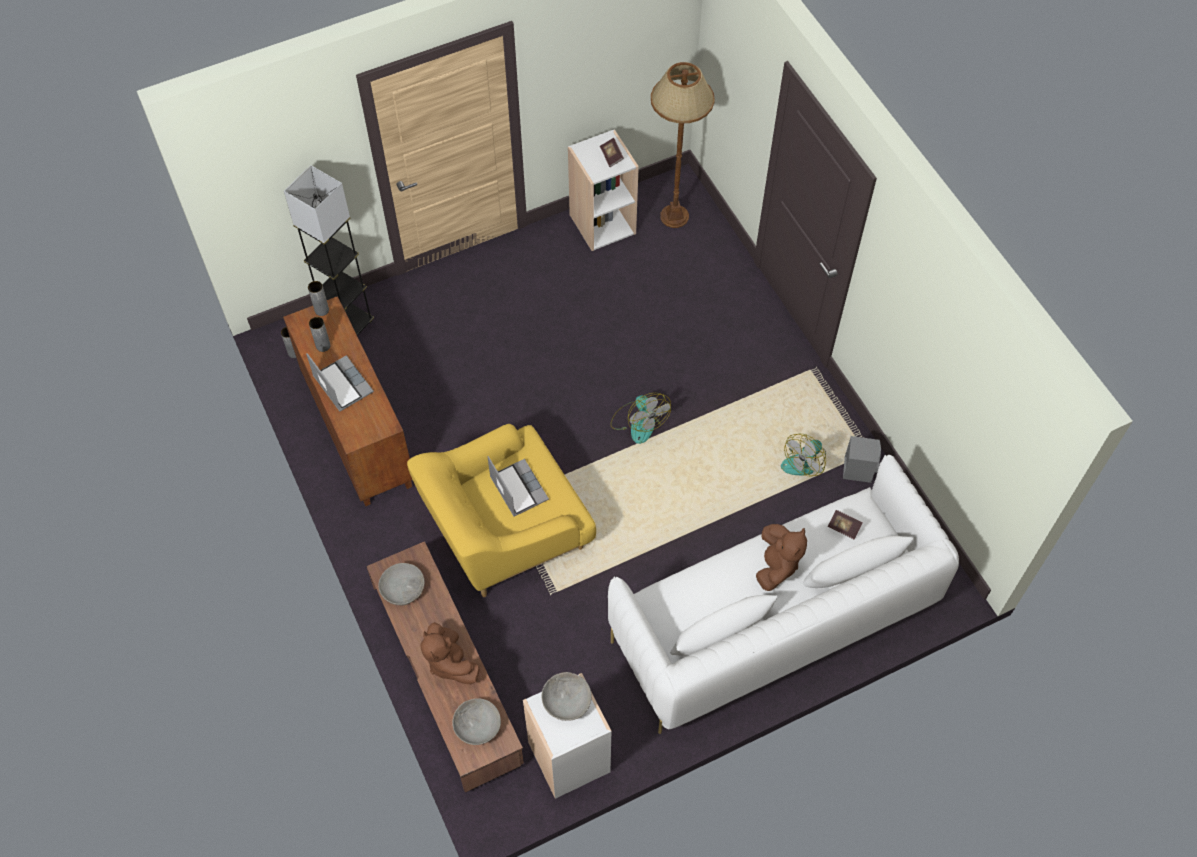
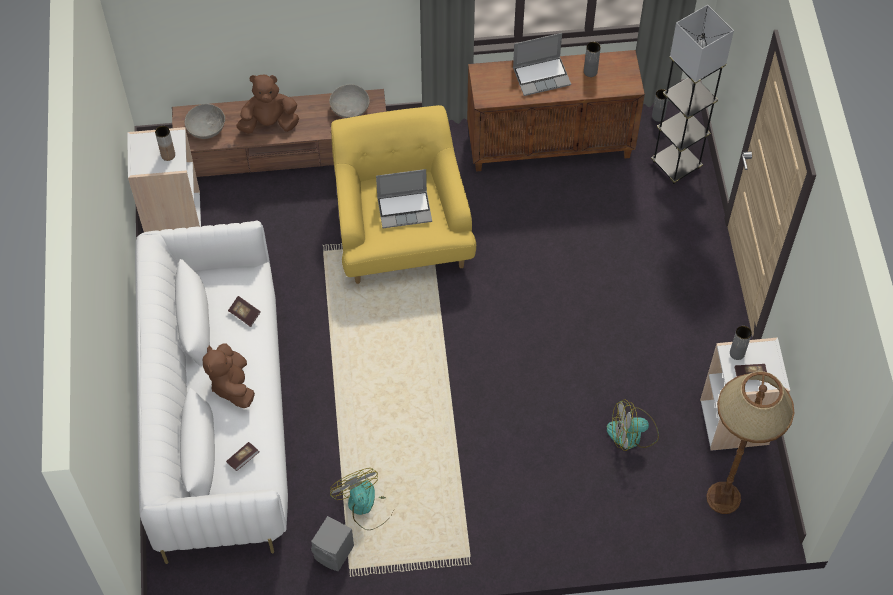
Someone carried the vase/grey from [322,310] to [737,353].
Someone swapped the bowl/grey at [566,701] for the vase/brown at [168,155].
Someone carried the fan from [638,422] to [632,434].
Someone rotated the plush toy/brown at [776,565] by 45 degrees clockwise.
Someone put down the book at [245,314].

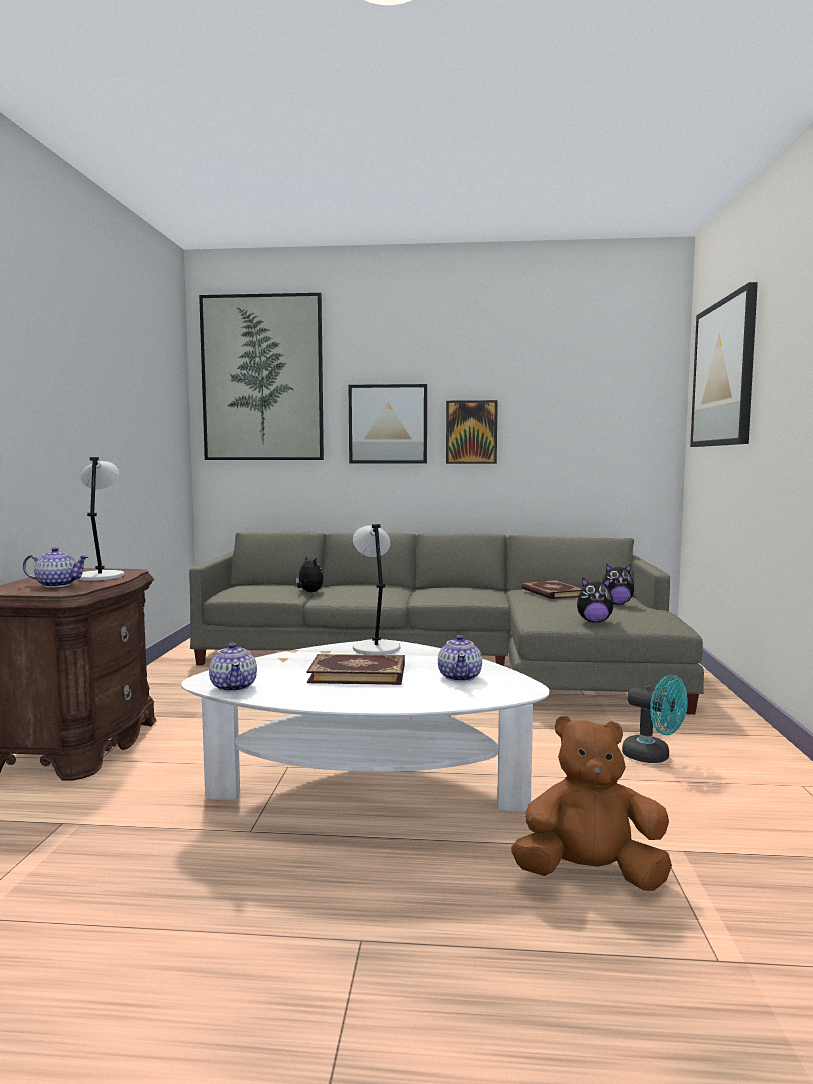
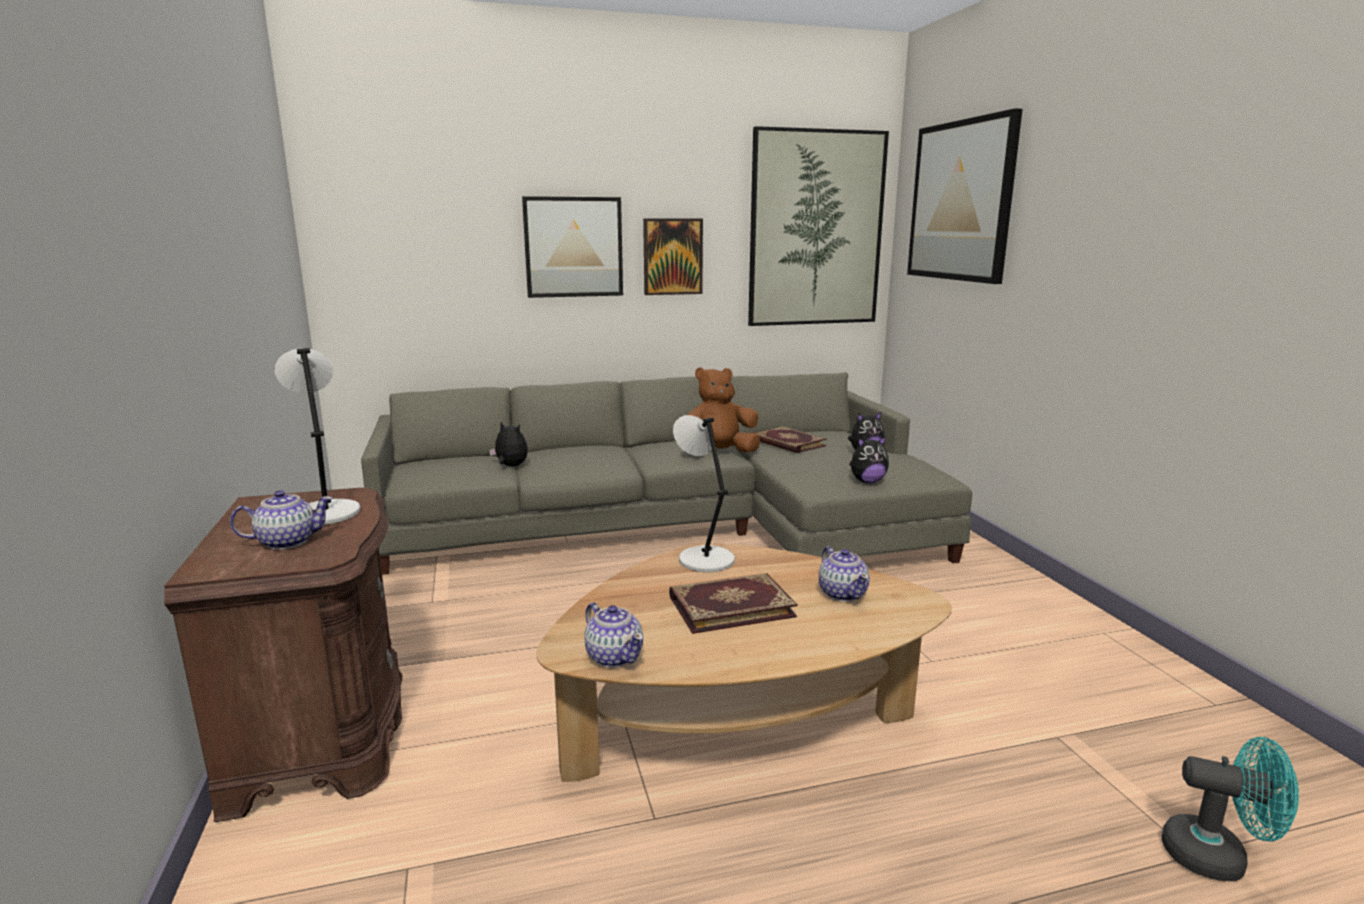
Someone repainted the coffee table/white at [368,792], which became the coffee table/brown at [738,729].
Someone carried the picture from [262,378] to [816,229].
Someone carried the plush toy/brown from [590,875] to [718,453].
Someone carried the fan/turquoise from [653,757] to [1217,857].

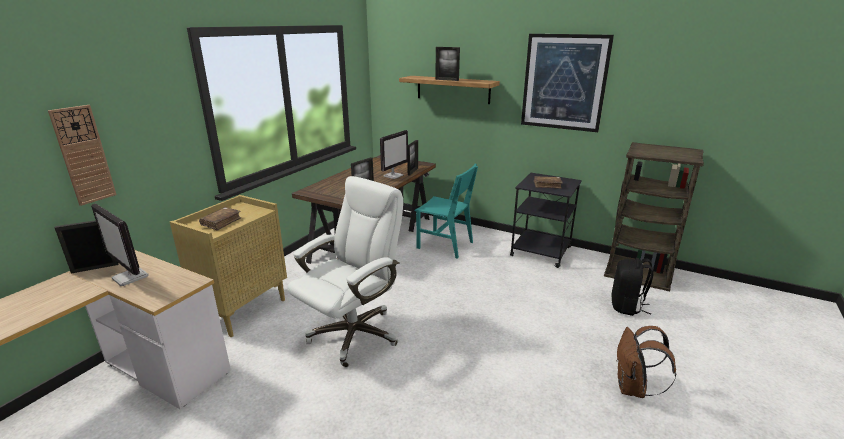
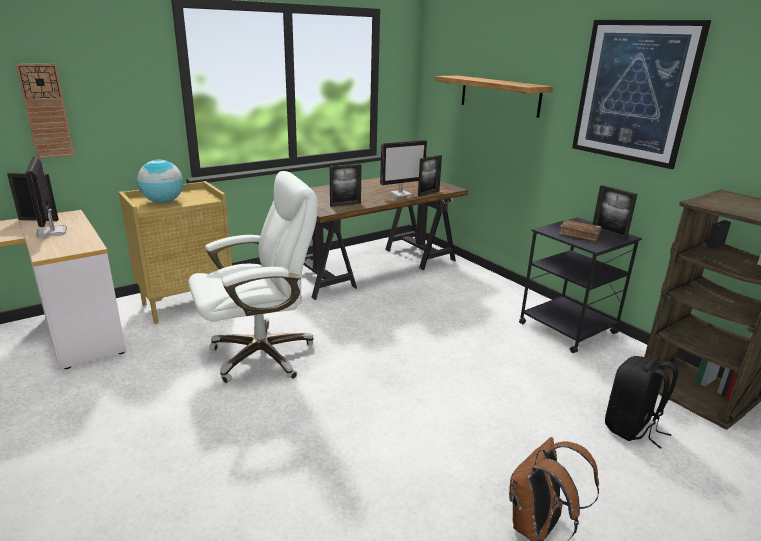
Someone swapped the book/brown at [221,222] for the globe at [163,202].
Someone took away the chair/turquoise at [445,245].
Someone carried the picture frame from [447,80] to [608,234].

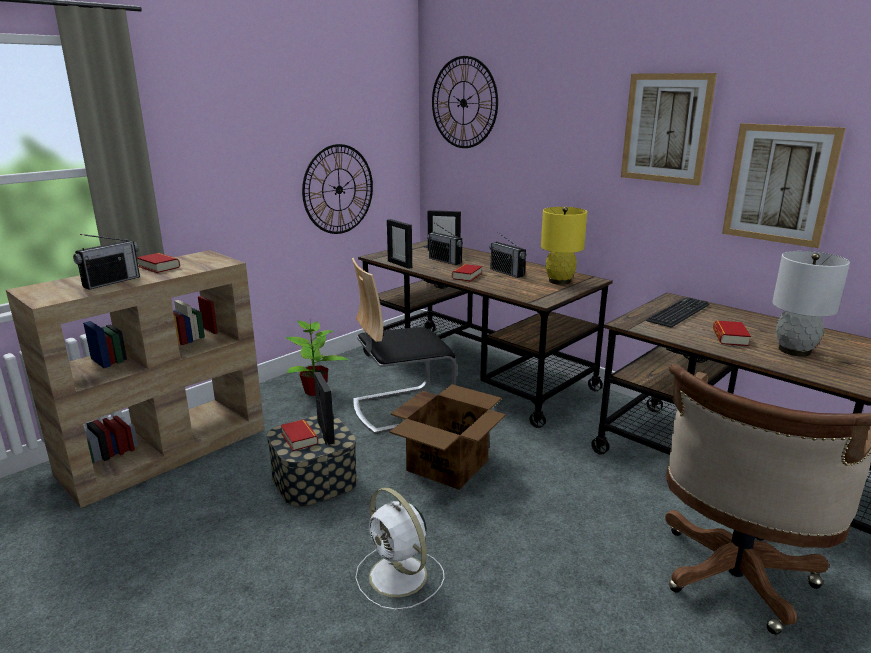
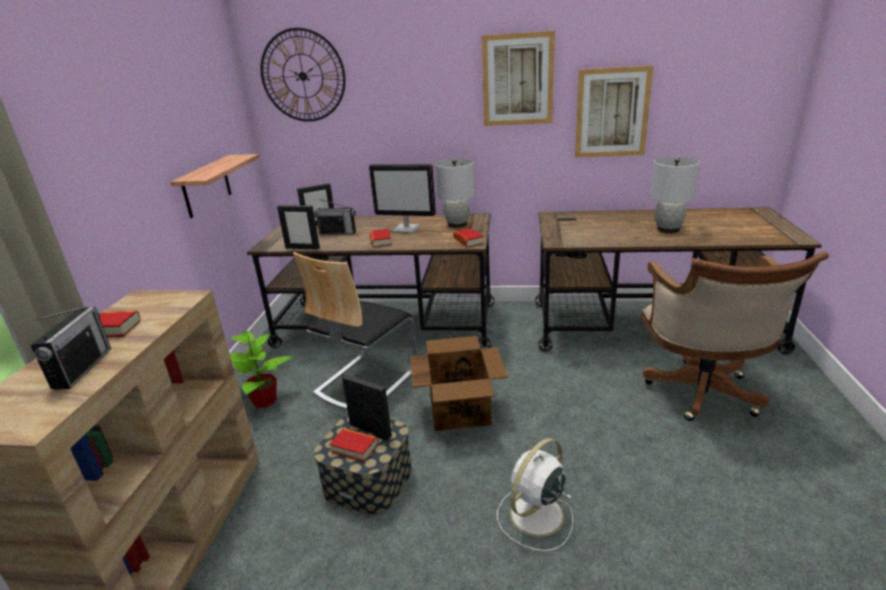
Someone swapped the wall clock at [338,189] for the shelf at [206,186].
Someone rotated the fan/white at [400,577] by 120 degrees clockwise.
Someone swapped the radio at [507,272] for the monitor at [407,229].
Someone repainted the table lamp/yellow at [559,281], which became the table lamp/white at [457,224].
Someone took away the keyboard at [678,313].
Someone carried the book from [730,337] to [468,241].

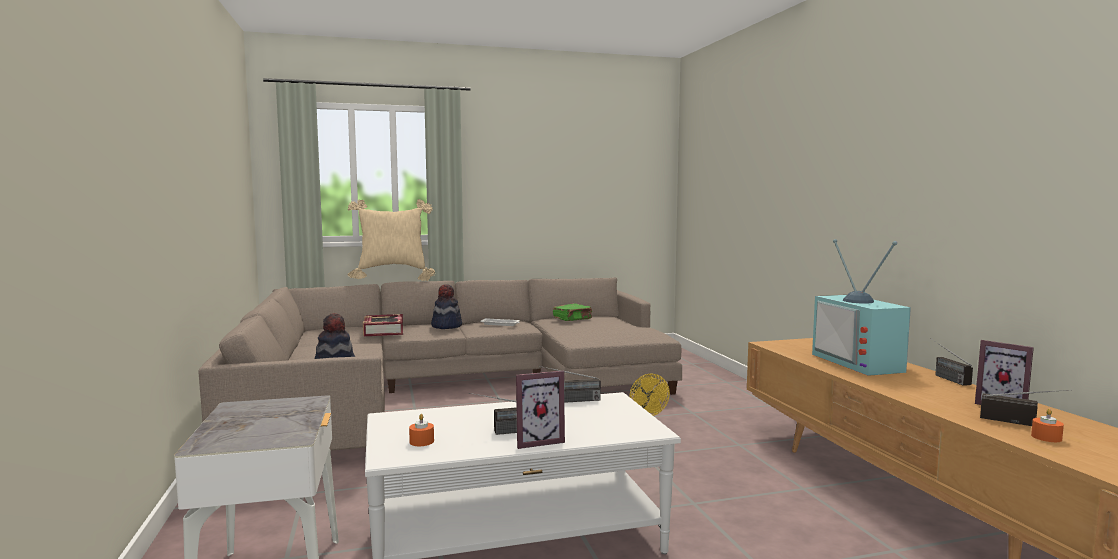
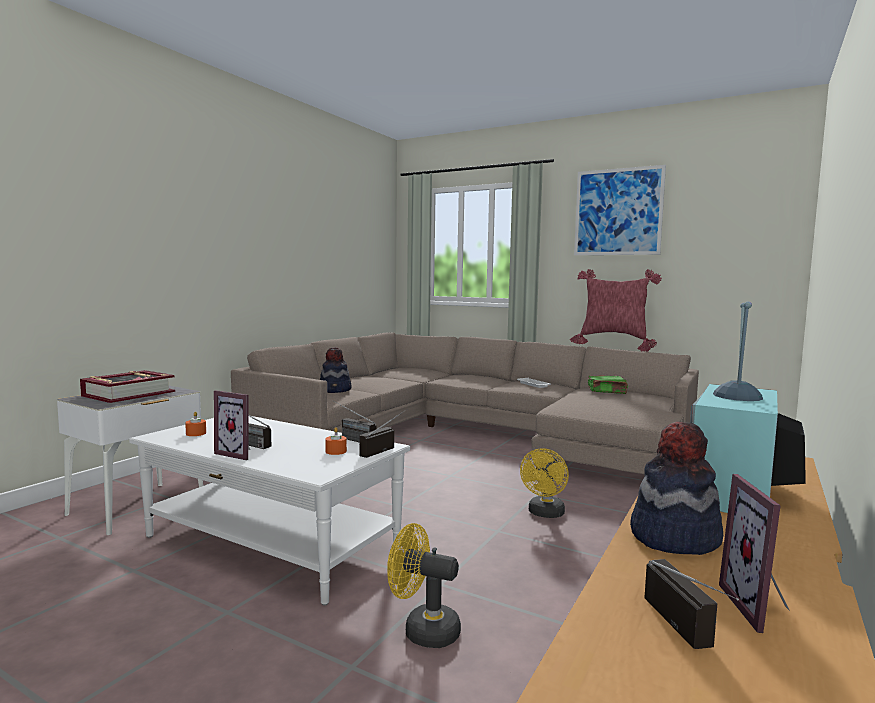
Someone took away the pillow/beige at [392,280].
Someone carried the book from [383,331] to [128,394].
Someone carried the hat from [446,326] to [673,536].
Someone carried the radio from [944,377] to [383,449].
Someone carried the candle/orange from [1046,437] to [336,451].
Someone put down the fan/yellow at [423,630].
Someone put down the pillow/red at [613,348].
Someone put up the picture at [618,212].

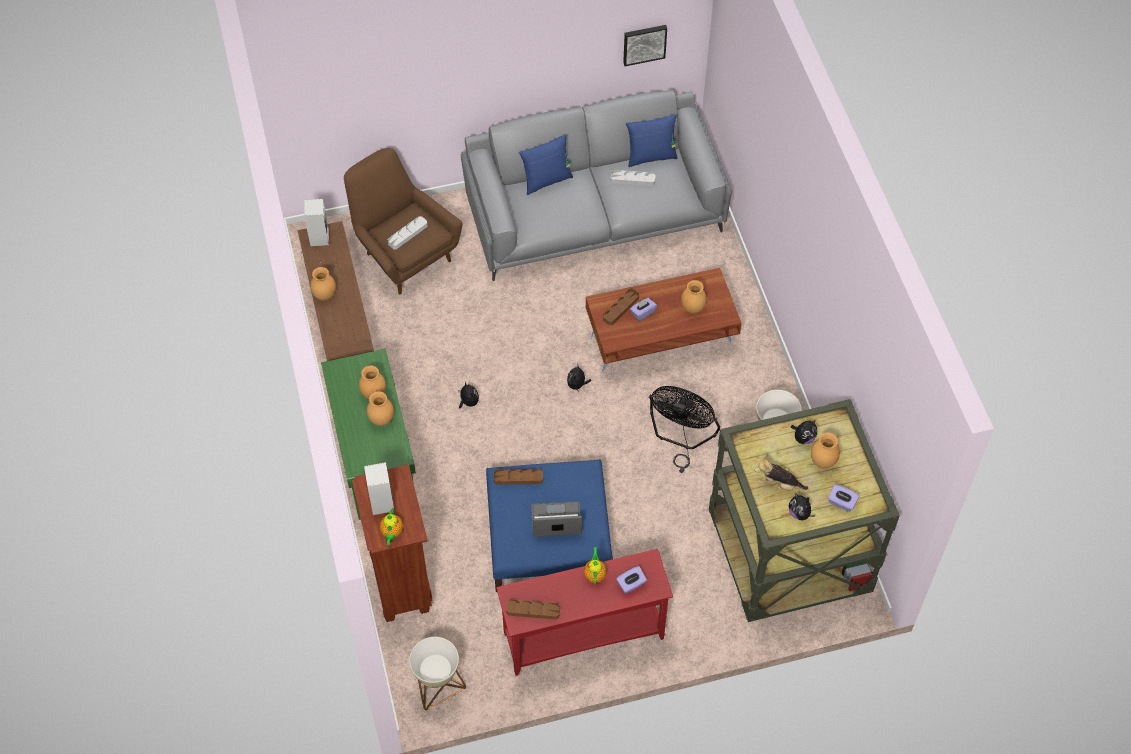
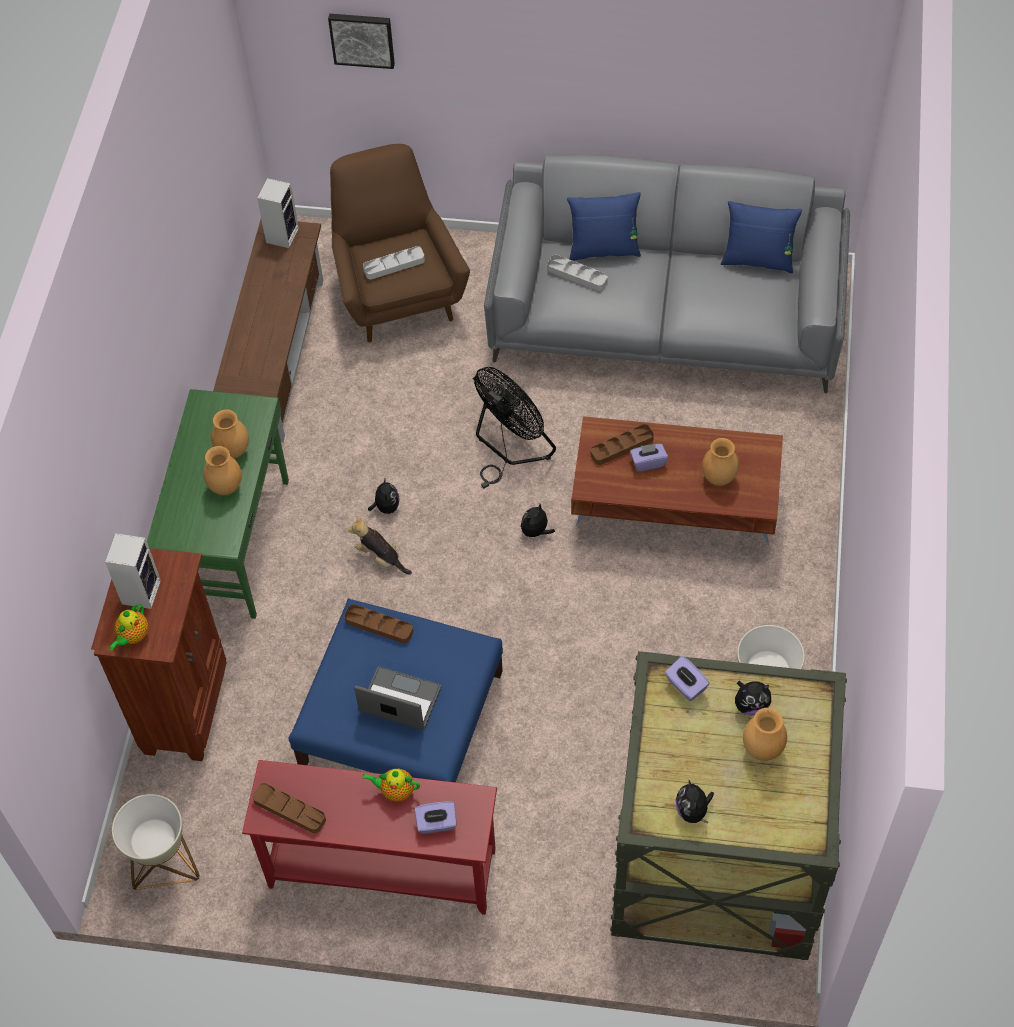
Someone took away the vase/brown at [324,296].
Someone rotated the teapot at [595,574] by 105 degrees counterclockwise.
Someone carried the tray/grey from [632,179] to [577,275].
Someone carried the picture from [644,43] to [362,39].
Someone carried the fan/black from [680,436] to [505,445].
Someone carried the plush toy from [778,484] to [381,558].
Someone carried the tissue box/purple from [841,503] to [685,686].

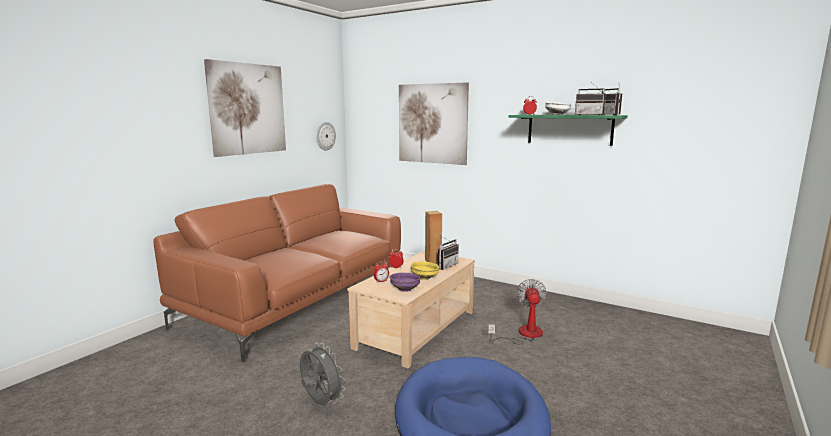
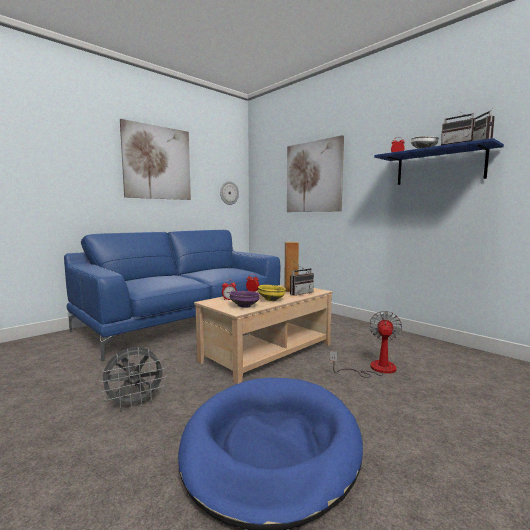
Someone repainted the sofa/brown at [300,299], which became the sofa/blue at [185,320].
Someone rotated the fan/grey at [320,403] by 90 degrees clockwise.
Someone repainted the shelf/green at [569,129], which became the shelf/blue at [439,167].

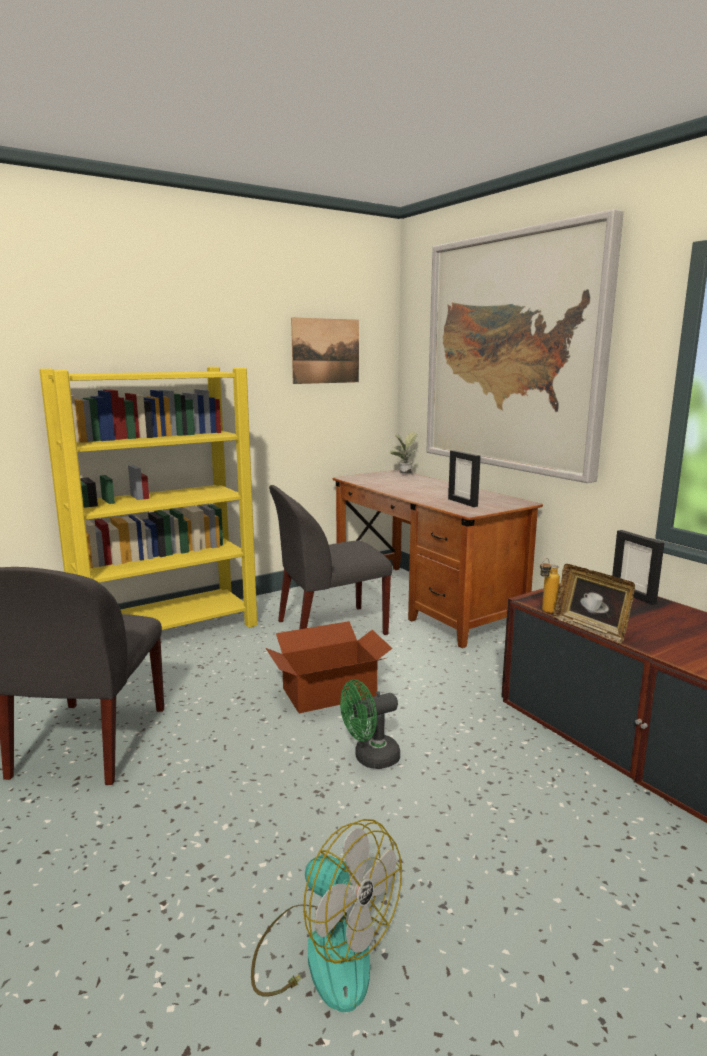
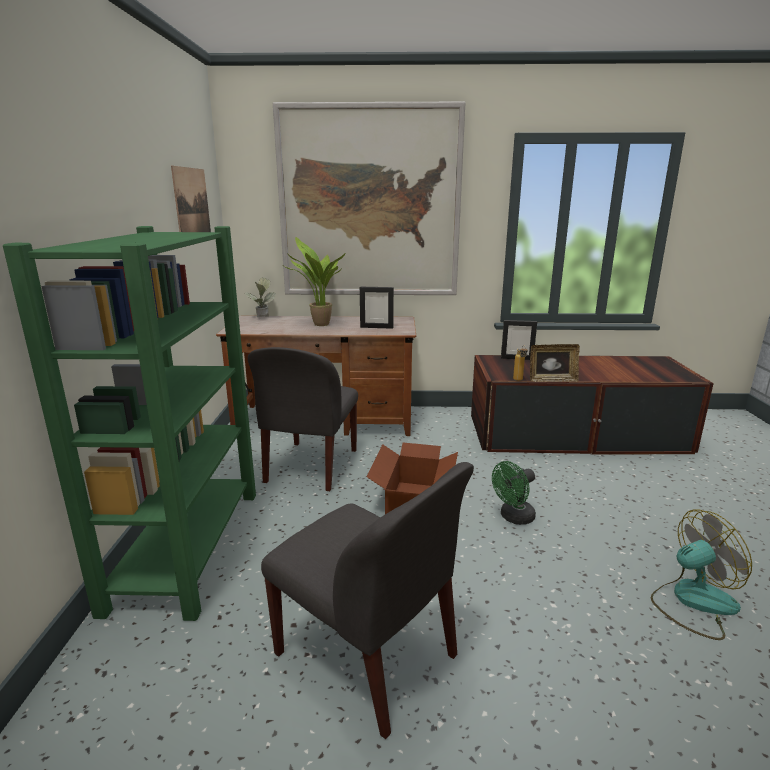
Someone repainted the bookcase/yellow at [167,631], which became the bookcase/green at [187,546].
Someone rotated the fan/green at [370,758] by 45 degrees clockwise.
Someone put down the potted plant at [319,325].

